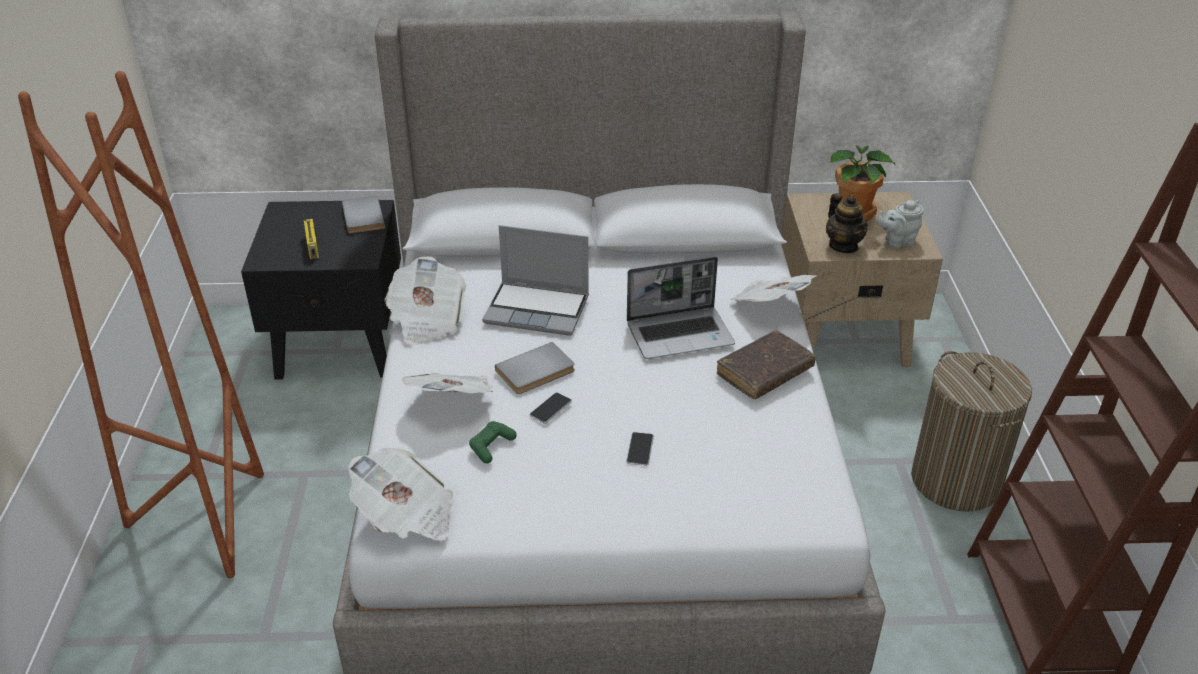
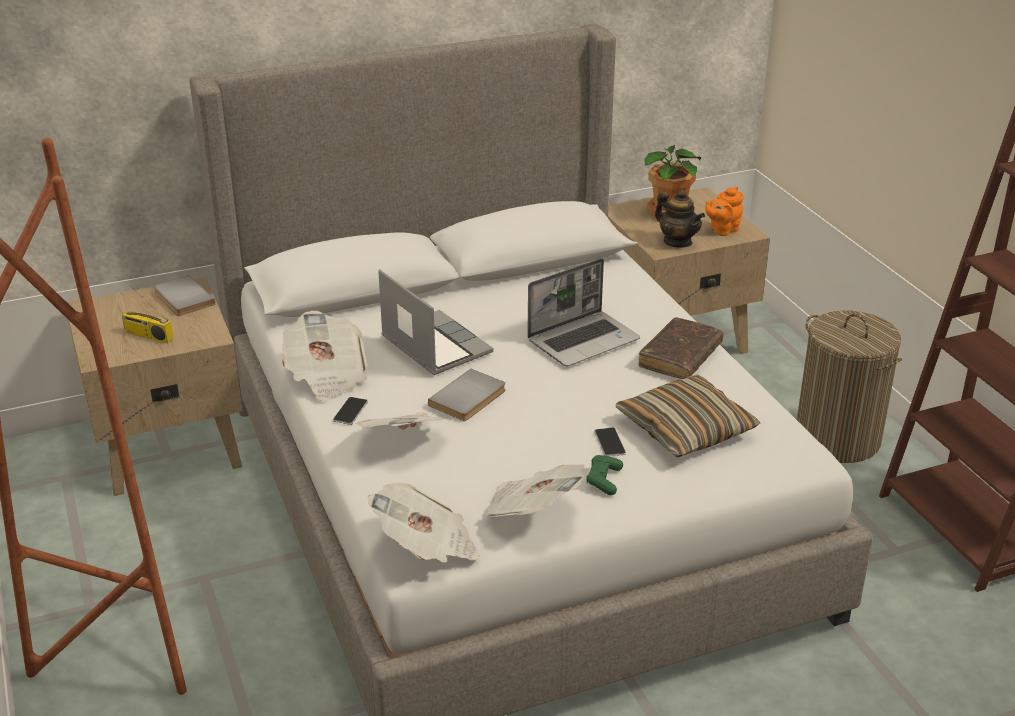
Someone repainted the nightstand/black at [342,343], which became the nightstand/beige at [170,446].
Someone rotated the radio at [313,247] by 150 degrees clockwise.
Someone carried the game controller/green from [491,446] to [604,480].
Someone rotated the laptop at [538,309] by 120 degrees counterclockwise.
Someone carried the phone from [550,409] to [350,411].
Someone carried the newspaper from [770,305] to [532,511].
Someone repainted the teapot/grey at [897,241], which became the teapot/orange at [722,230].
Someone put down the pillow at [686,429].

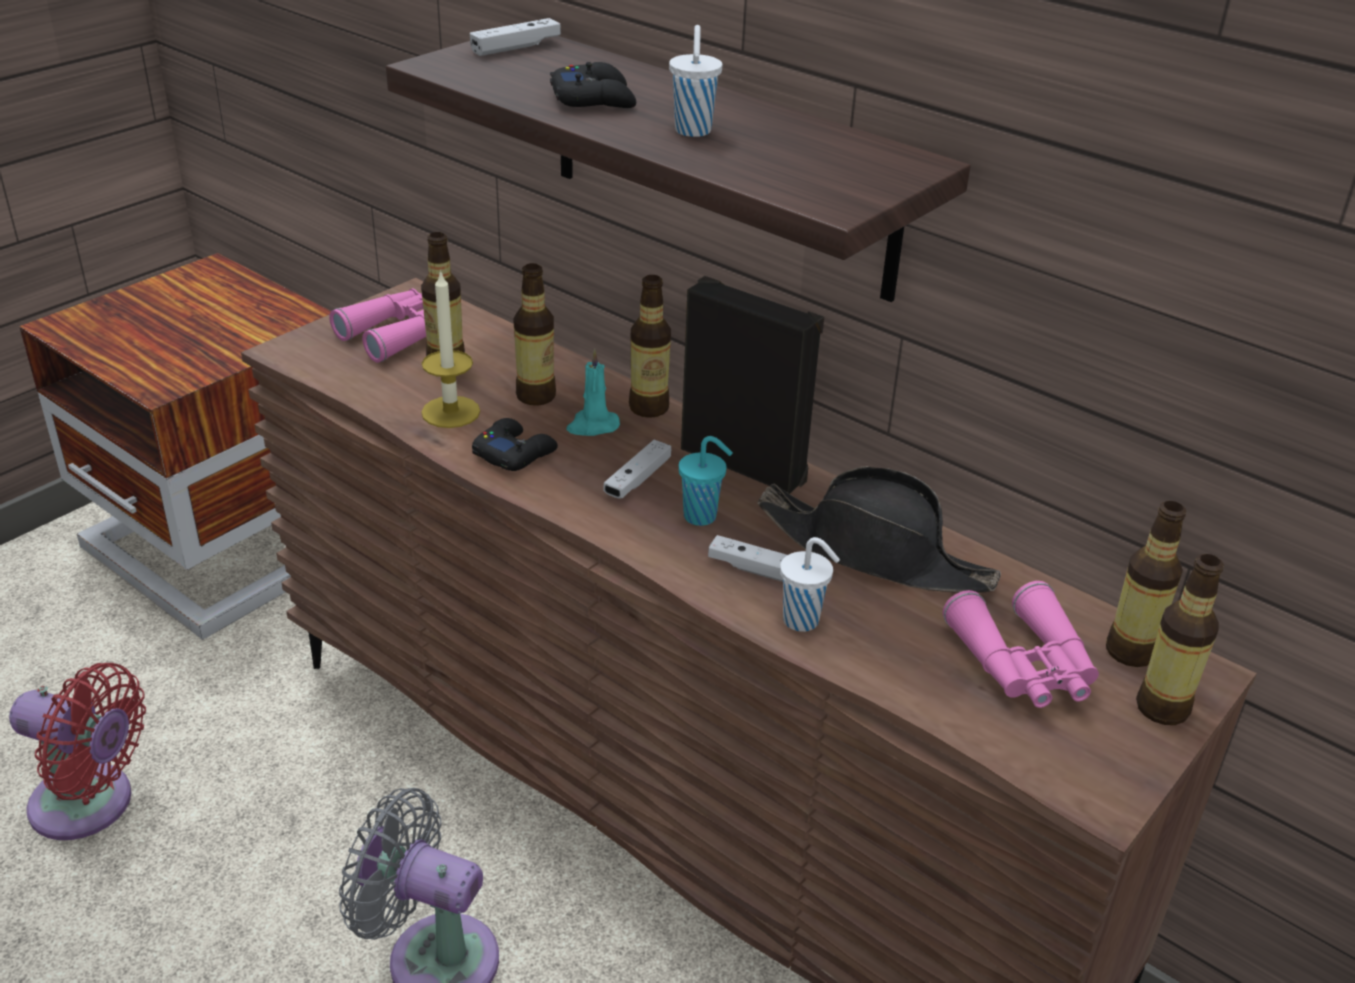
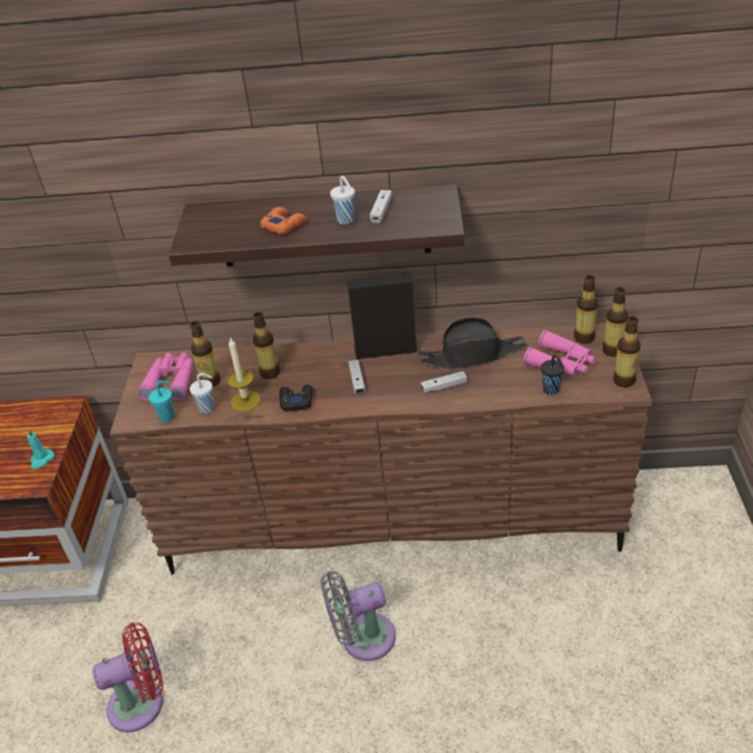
Someone carried the game controller/white from [516,47] to [381,211].
Someone repainted the game controller/black at [594,99], which became the game controller/orange at [284,225].
Someone carried the candle/turquoise from [592,426] to [41,460].
Someone carried the bottle from [649,408] to [624,380].
Someone carried the cup/turquoise from [702,517] to [168,416].
Someone carried the cup/white from [803,621] to [208,408].
Someone put down the cup/black at [551,390].

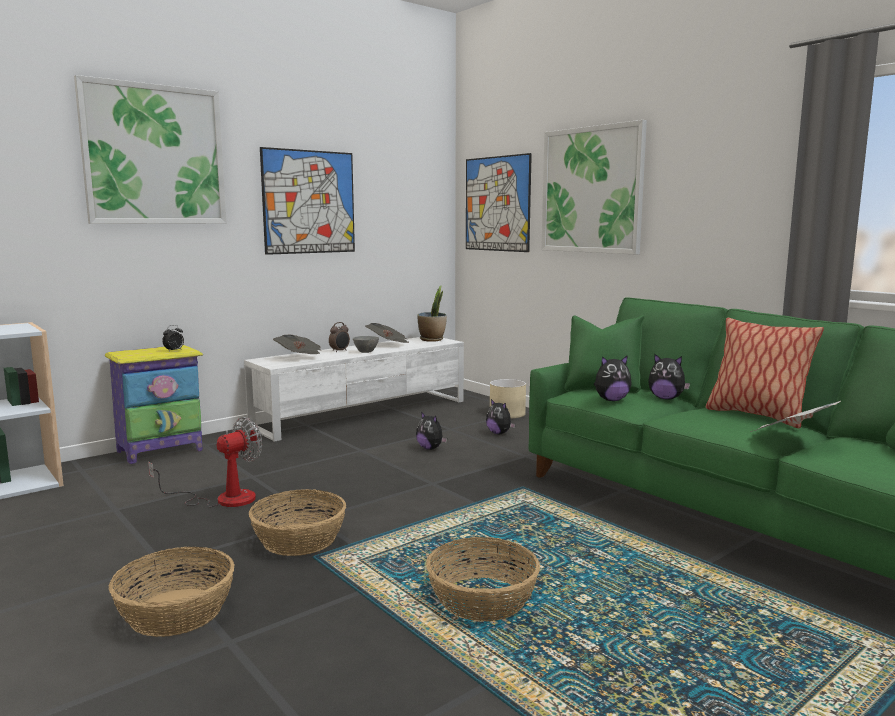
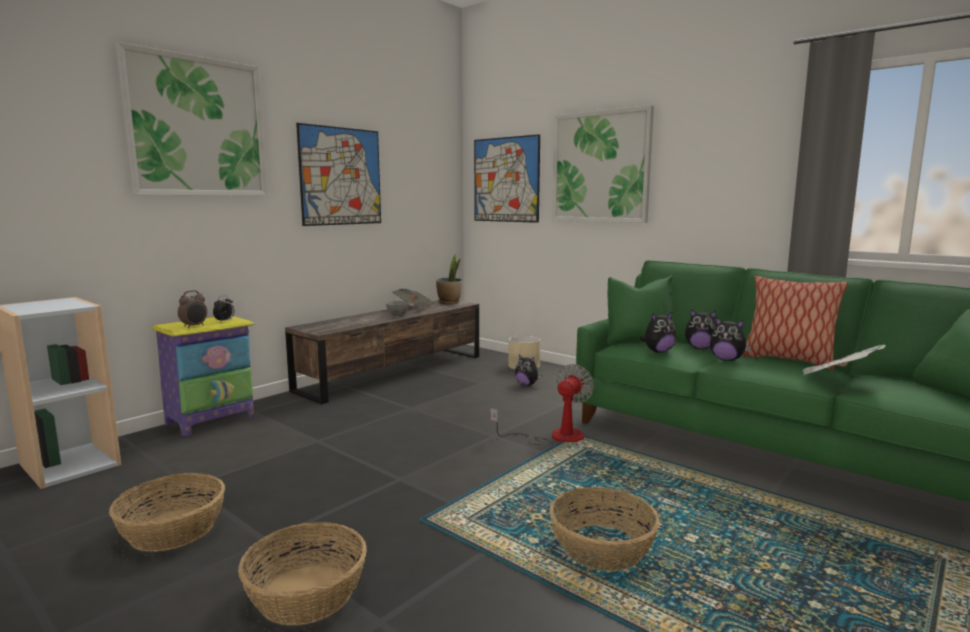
Someone carried the fan from [222,499] to [555,437].
Someone repainted the tv stand/white at [364,413], which became the tv stand/brown at [394,372].
Someone carried the basket from [298,540] to [172,530].
Someone took away the newspaper at [300,358].
Someone carried the alarm clock from [340,351] to [194,326].
Someone carried the plush toy from [430,448] to [727,360].

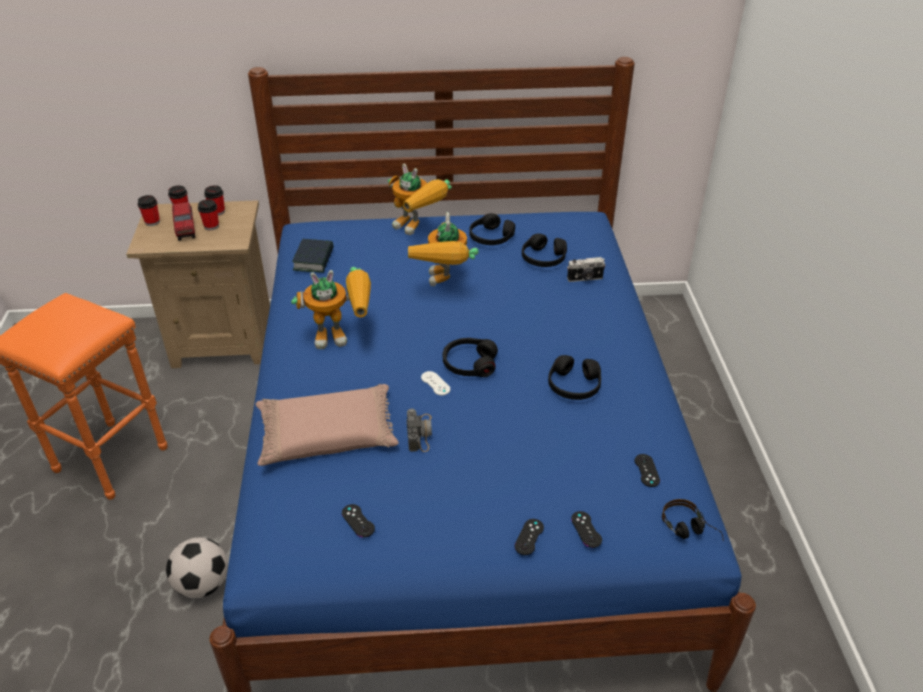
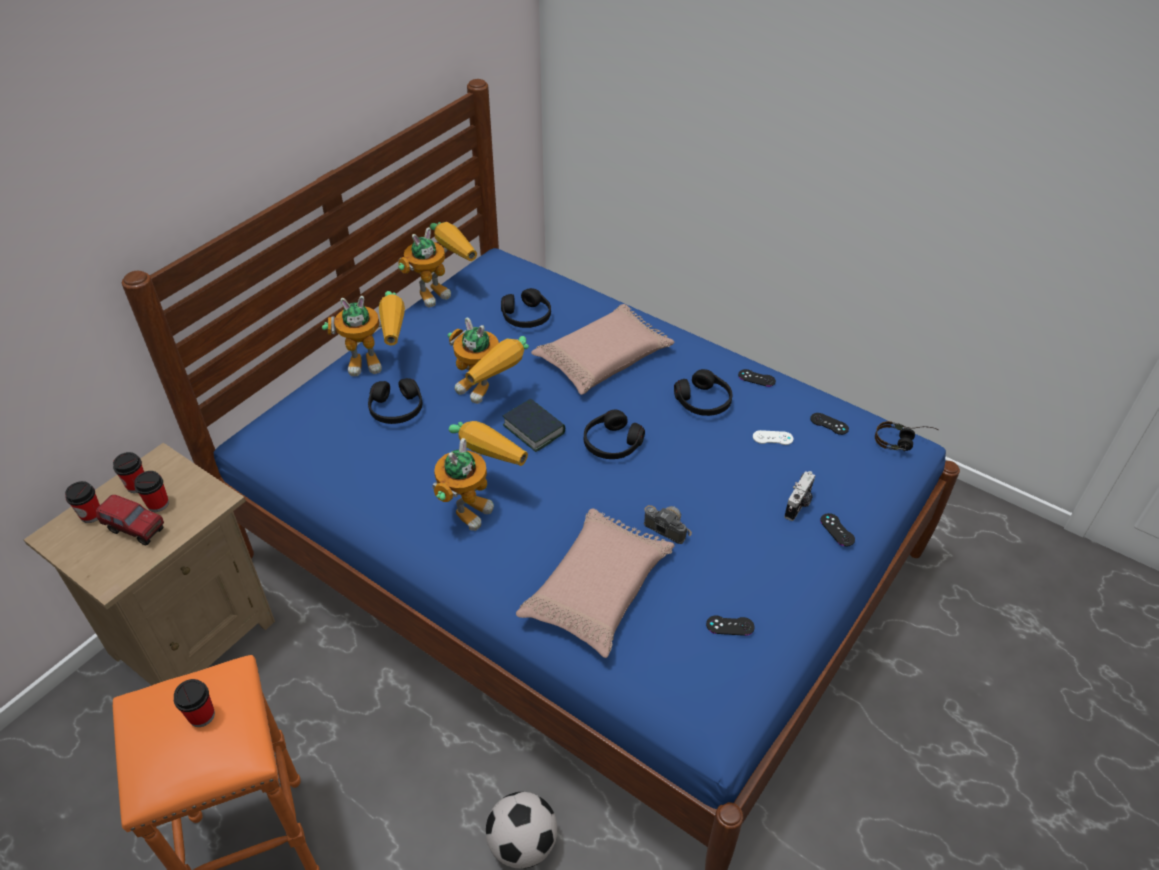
Someone carried the cup from [152,222] to [202,715].
Someone carried the book from [314,260] to [534,429].
Someone carried the game controller/white from [435,383] to [772,438].
Someone carried the headphones/black from [491,237] to [396,409].
Someone carried the photo camera from [585,279] to [799,505].
Someone carried the game controller/black from [586,529] to [756,378].
Someone put down the toy robot at [441,290].
Someone put down the pillow/beige at [603,355].

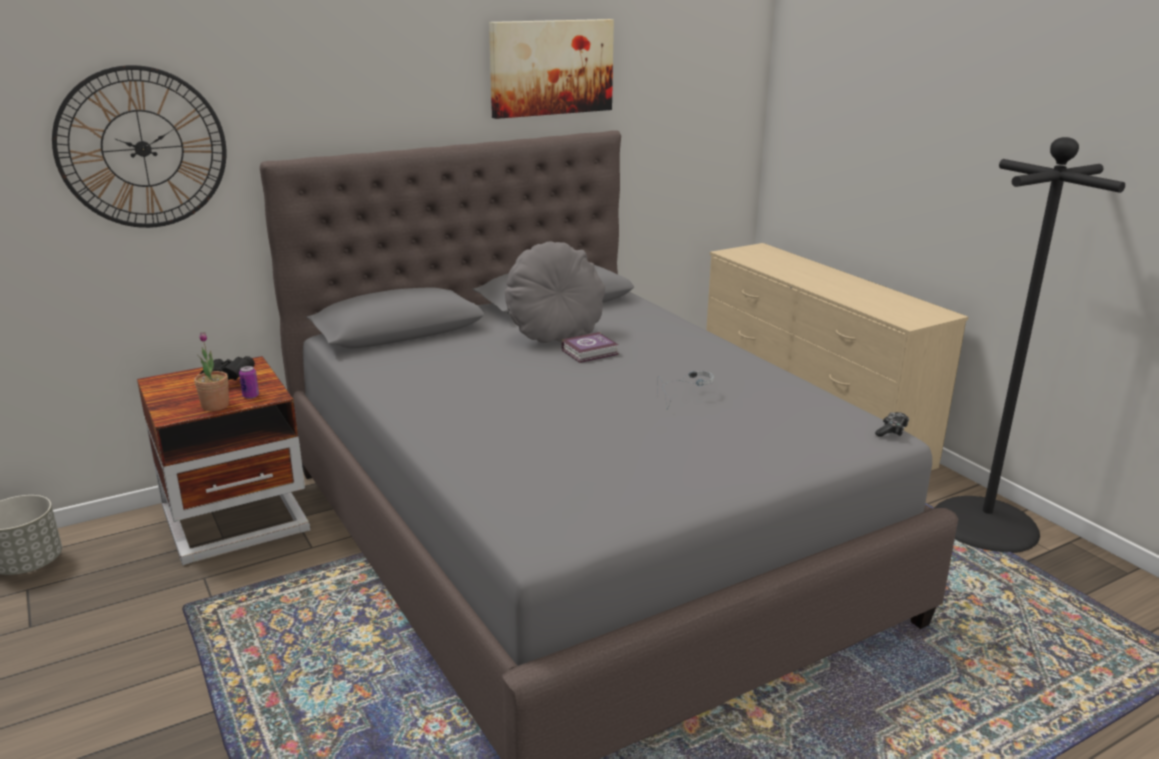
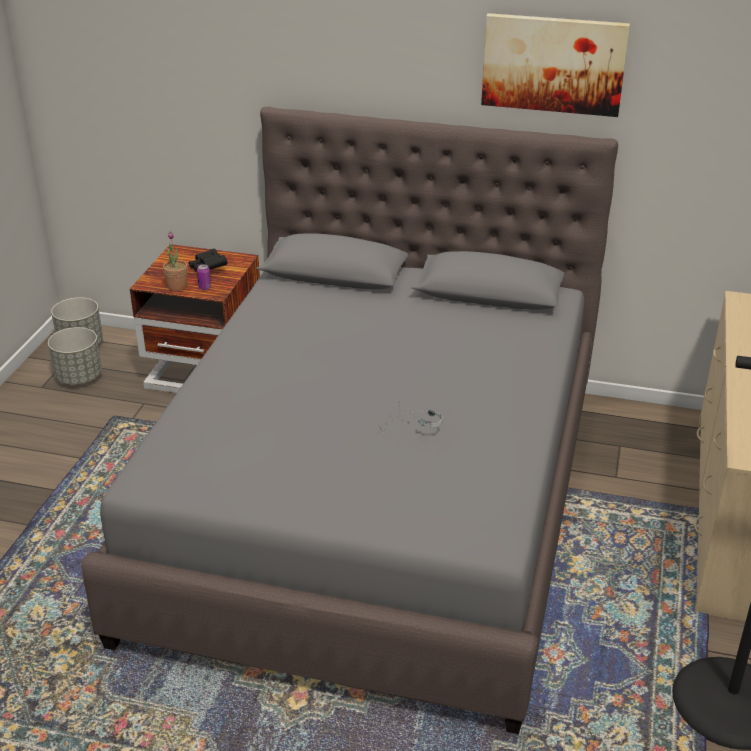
Someone took away the wall clock at [142,148].
Someone took away the pillow/grey at [555,336].
Someone took away the book at [591,352].
Someone took away the game controller at [892,431].
Someone put down the planter/grey at [79,377].

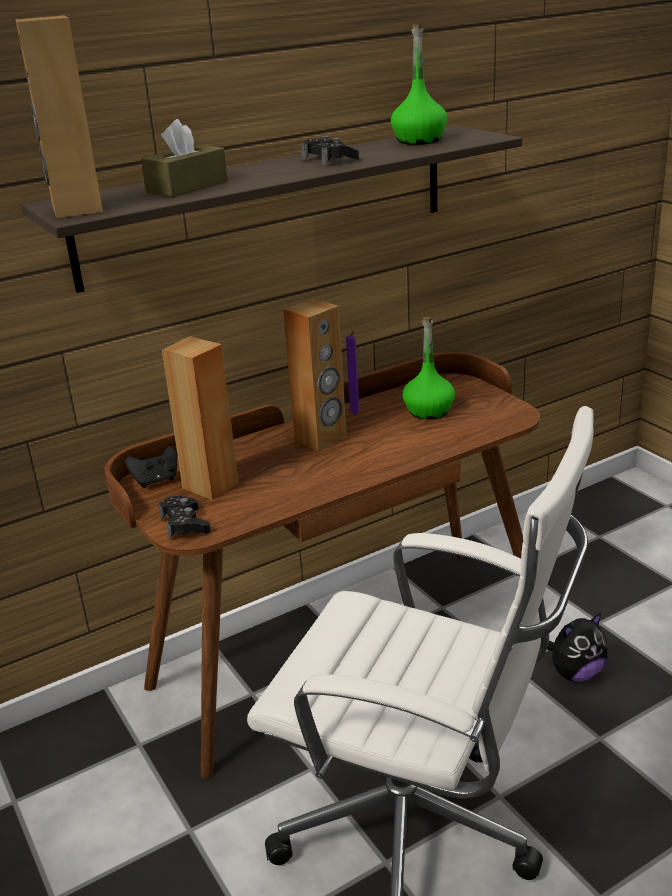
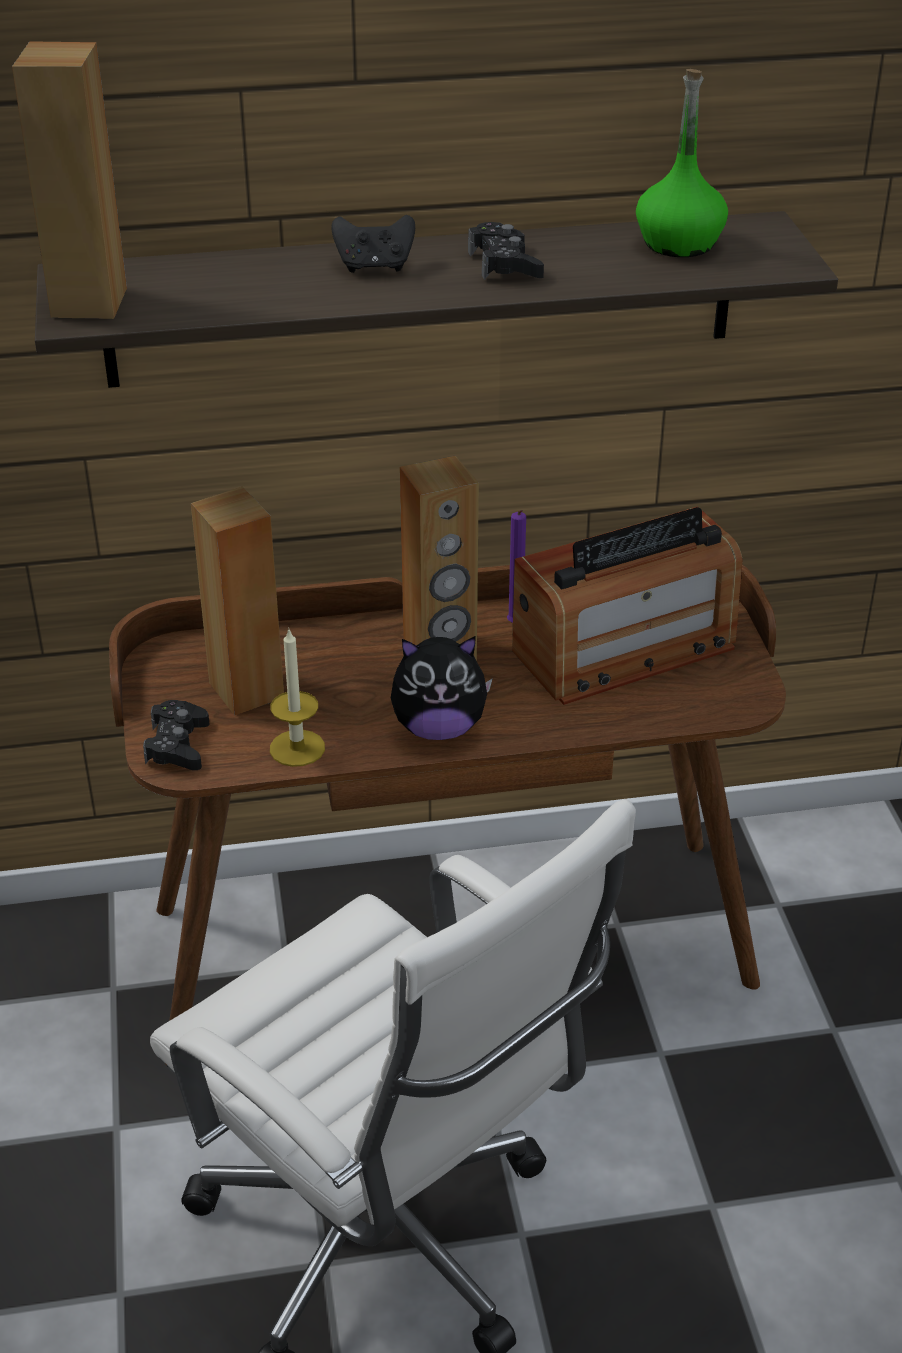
Someone carried the game controller/black from [156,480] to [374,267].
Someone took away the tissue box/brown at [187,186].
Someone swapped the bottle/green at [428,411] for the radio at [624,649].
Someone carried the plush toy from [575,673] to [439,728].
Someone put down the candle at [297,748].

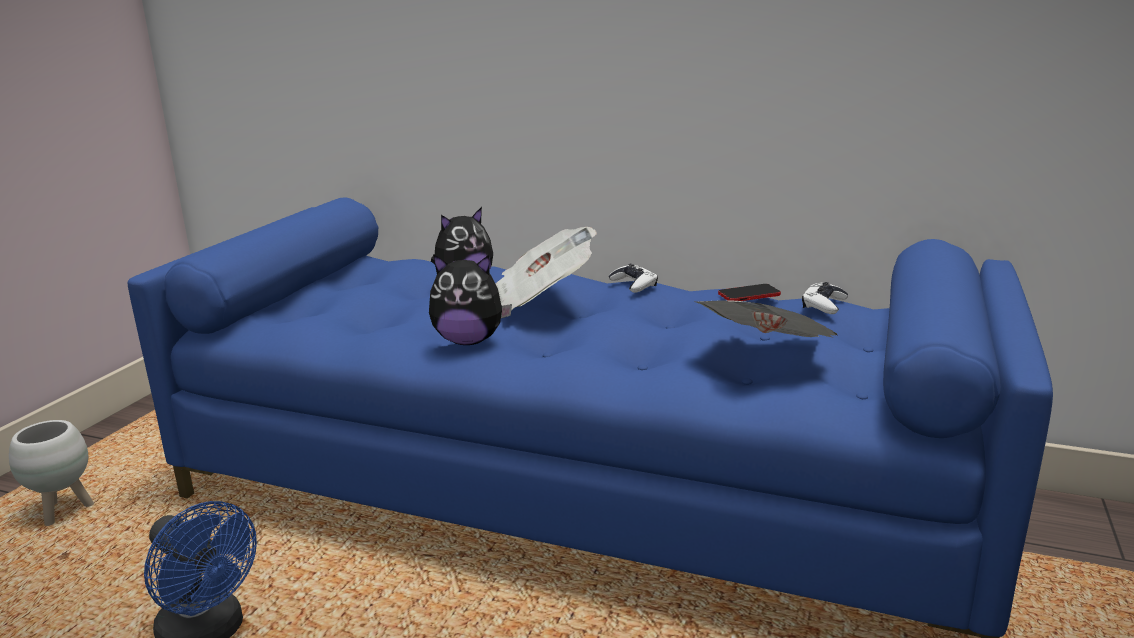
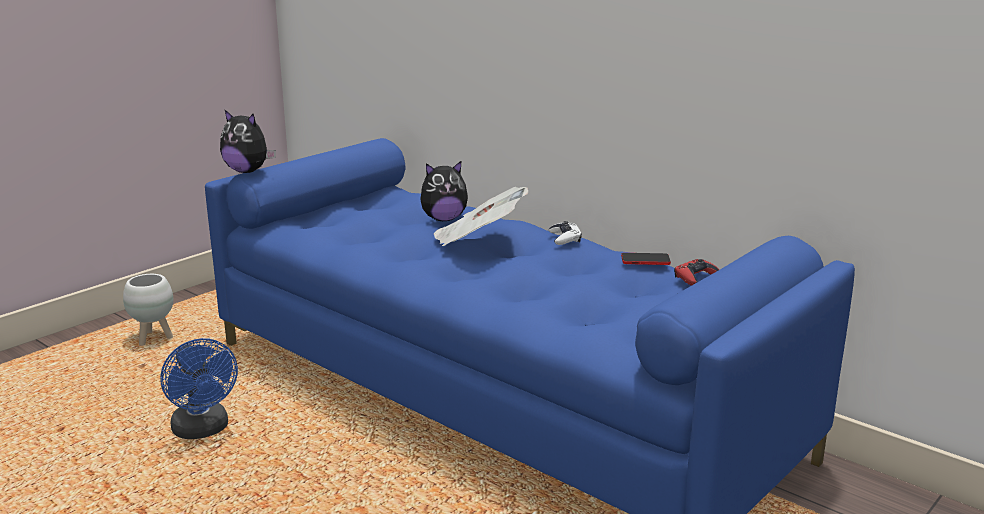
Someone carried the plush toy from [469,341] to [248,171].
Someone took away the newspaper at [767,356].
Someone repainted the game controller/white at [824,304], which became the game controller/red at [695,277].

